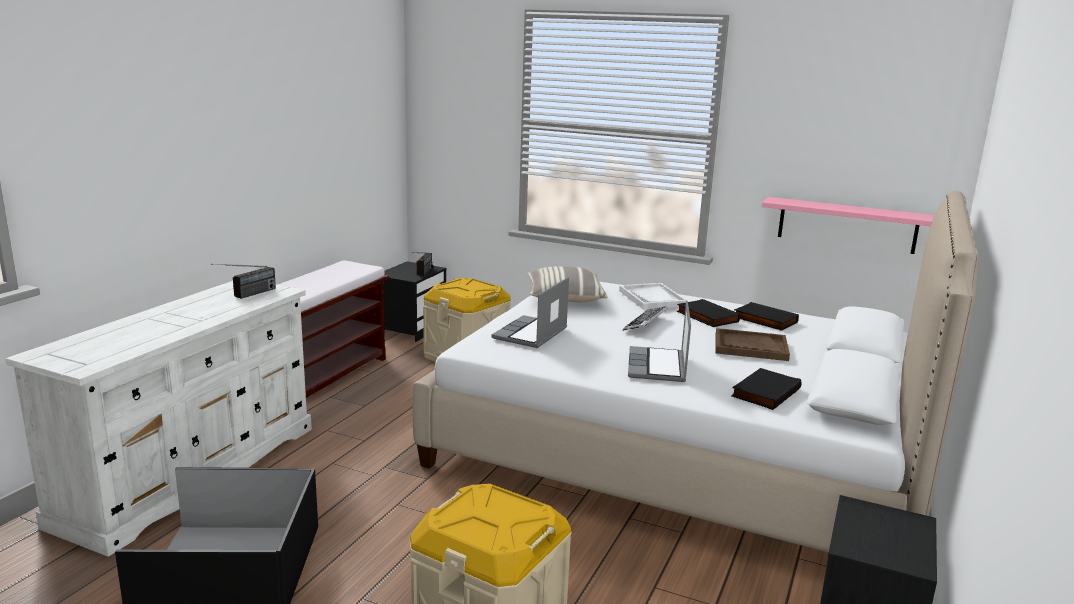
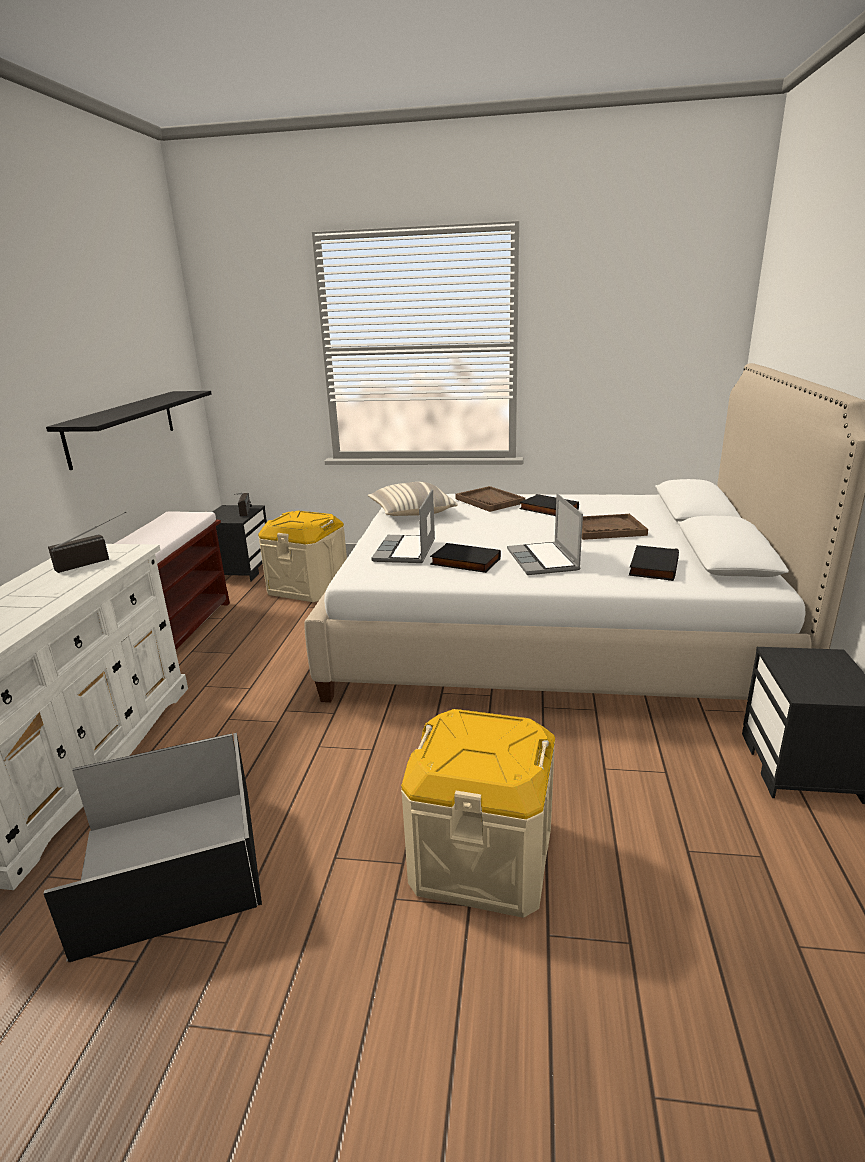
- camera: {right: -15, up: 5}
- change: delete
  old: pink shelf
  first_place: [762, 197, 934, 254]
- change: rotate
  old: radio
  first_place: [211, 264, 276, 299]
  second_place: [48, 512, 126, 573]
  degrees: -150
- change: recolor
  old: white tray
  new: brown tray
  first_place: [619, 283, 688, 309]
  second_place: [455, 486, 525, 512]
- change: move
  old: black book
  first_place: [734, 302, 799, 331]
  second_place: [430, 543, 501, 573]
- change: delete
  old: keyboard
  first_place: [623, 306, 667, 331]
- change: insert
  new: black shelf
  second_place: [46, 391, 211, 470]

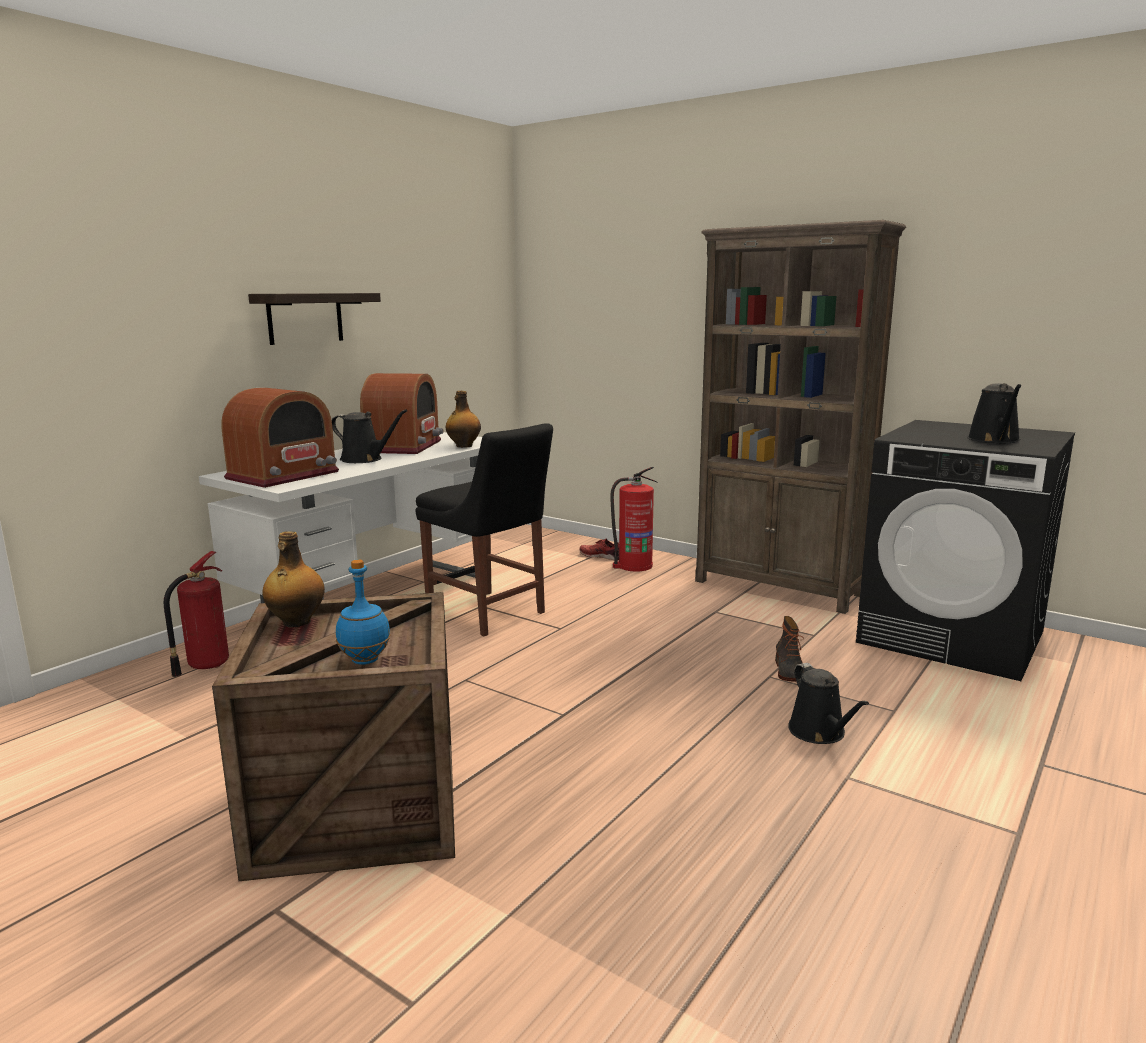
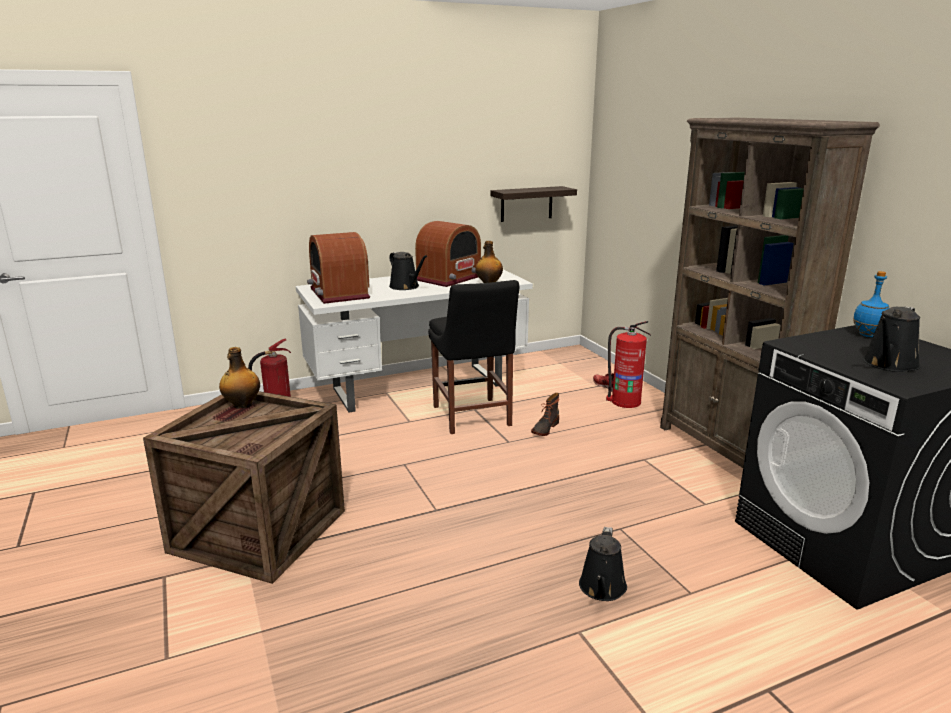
- camera: {right: 30, up: 5}
- change: move
  old: shelf
  first_place: [248, 293, 381, 345]
  second_place: [491, 186, 577, 222]
- change: rotate
  old: radio
  first_place: [221, 388, 339, 488]
  second_place: [307, 232, 370, 304]
  degrees: 90
- change: move
  old: blue bottle
  first_place: [336, 560, 391, 665]
  second_place: [853, 271, 889, 337]
- change: move
  old: boot
  first_place: [775, 616, 804, 682]
  second_place: [531, 393, 559, 436]

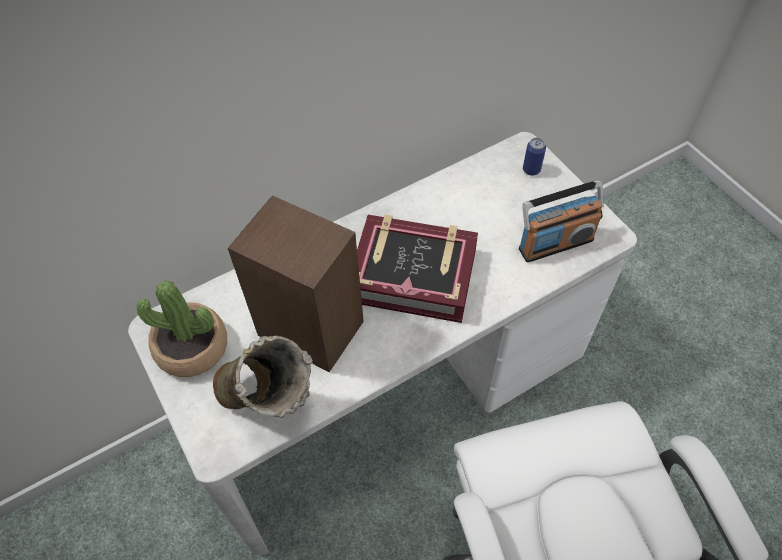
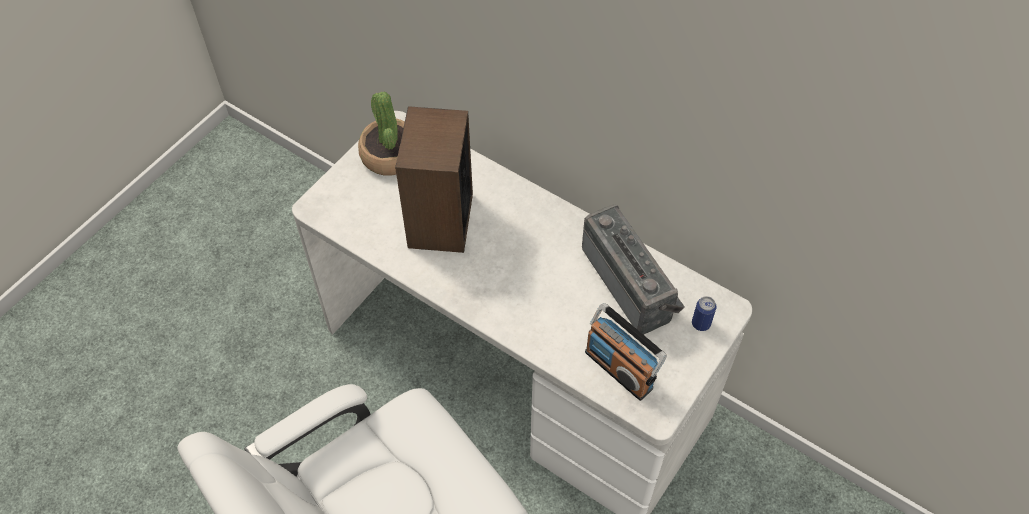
- camera: {right: 65, up: 0}
- change: delete
  old: book
  first_place: [357, 214, 478, 323]
- change: delete
  old: beige vase
  first_place: [213, 336, 313, 418]
- change: insert
  new: radio
  second_place: [582, 204, 685, 335]

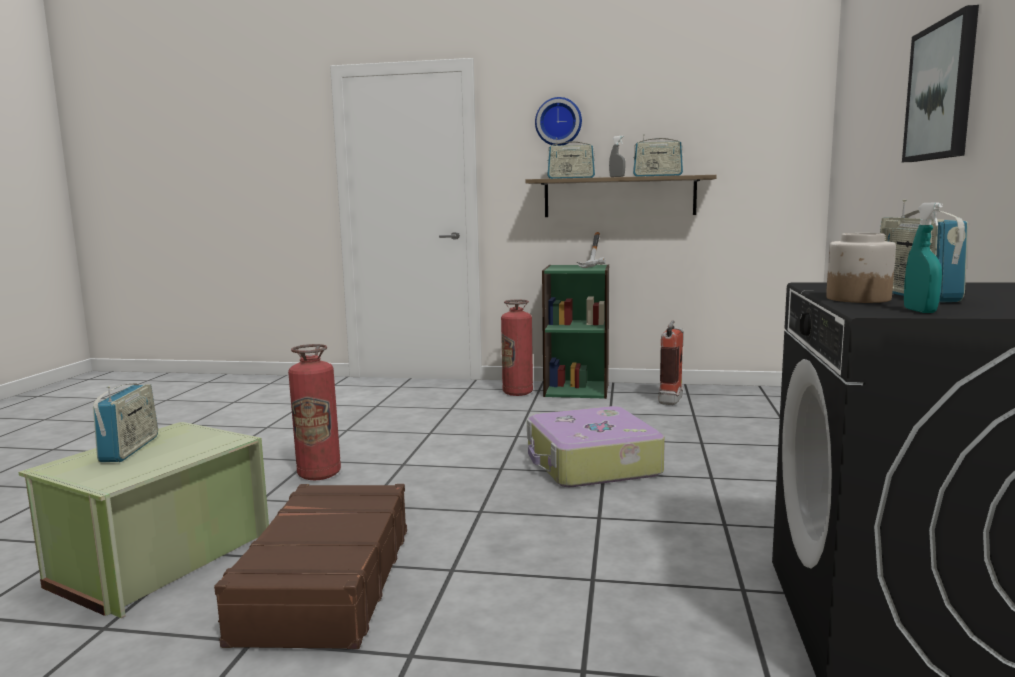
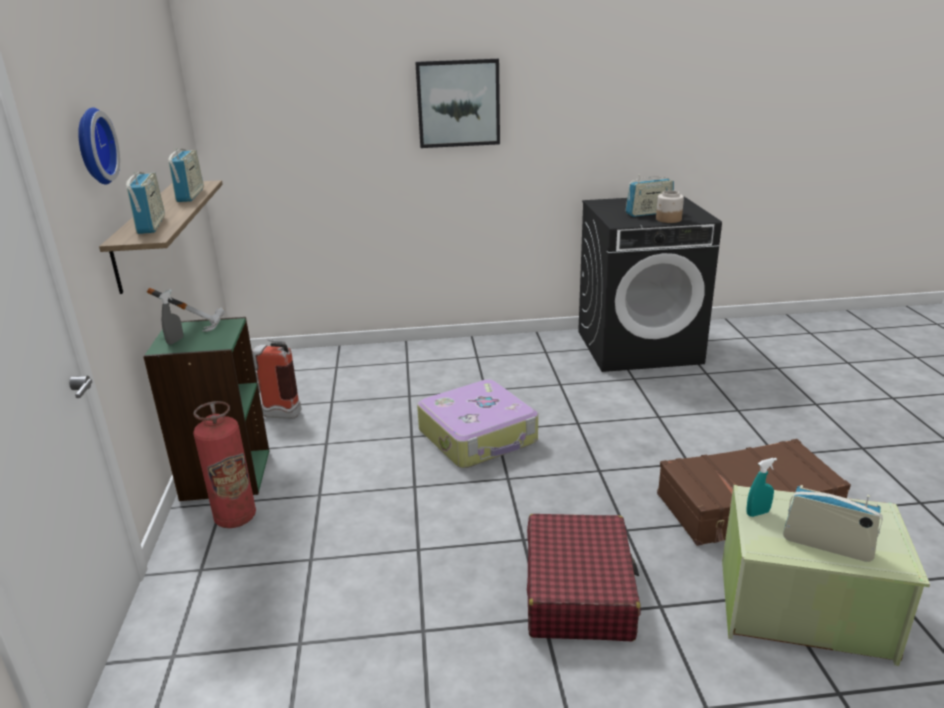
- camera: {right: -105, up: 15}
- change: move
  old: grey spray bottle
  first_place: [609, 136, 626, 177]
  second_place: [159, 289, 183, 345]
- change: move
  old: turquoise spray bottle
  first_place: [904, 202, 943, 313]
  second_place: [746, 458, 777, 517]
- change: replace
  old: fire extinguisher
  new: red suitcase
  first_place: [288, 344, 341, 480]
  second_place: [527, 514, 641, 641]
- change: rotate
  old: radio
  first_place: [93, 383, 158, 462]
  second_place: [783, 485, 883, 562]
  degrees: 45

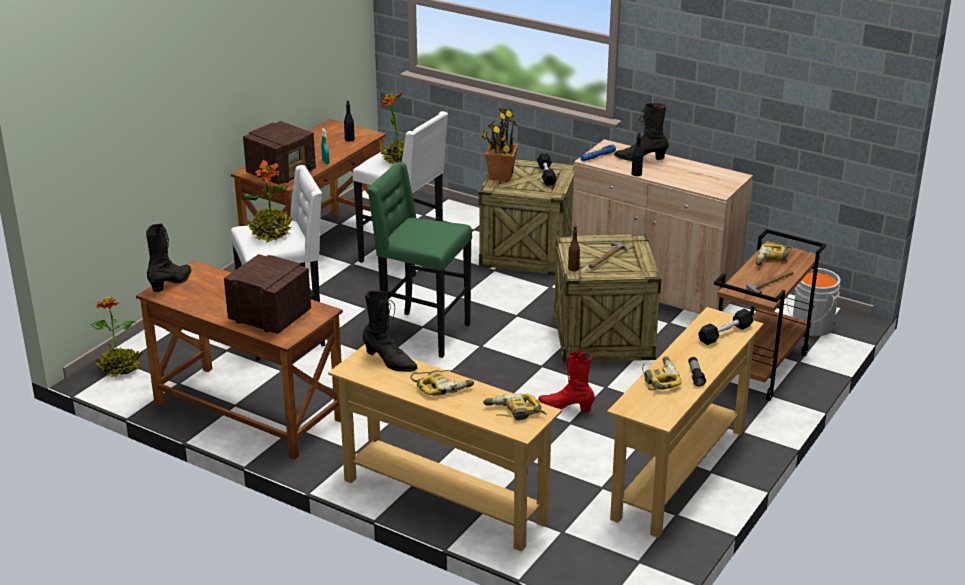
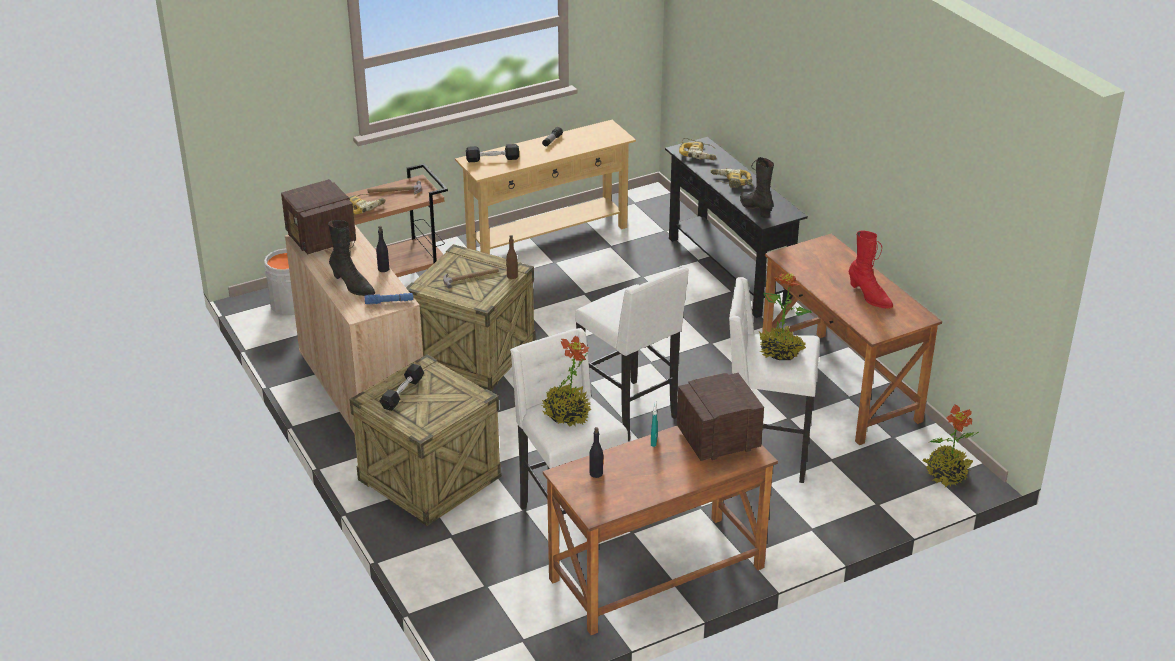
- camera: {right: -150, up: 5}
- change: delete
  old: potted plant
  first_place: [482, 108, 518, 181]
- change: recolor
  old: green stool
  new: white stool
  first_place: [368, 162, 472, 358]
  second_place: [575, 265, 689, 441]
- change: delete
  old: black boot
  first_place: [146, 223, 191, 292]
- change: move
  old: radio
  first_place: [224, 254, 311, 334]
  second_place: [281, 179, 356, 254]
- change: recolor
  old: beige console table
  new: black console table
  first_place: [328, 344, 562, 551]
  second_place: [665, 137, 808, 318]
- change: move
  old: red boot
  first_place: [538, 352, 595, 412]
  second_place: [849, 231, 893, 309]
- change: delete
  old: power drill
  first_place: [642, 356, 681, 390]

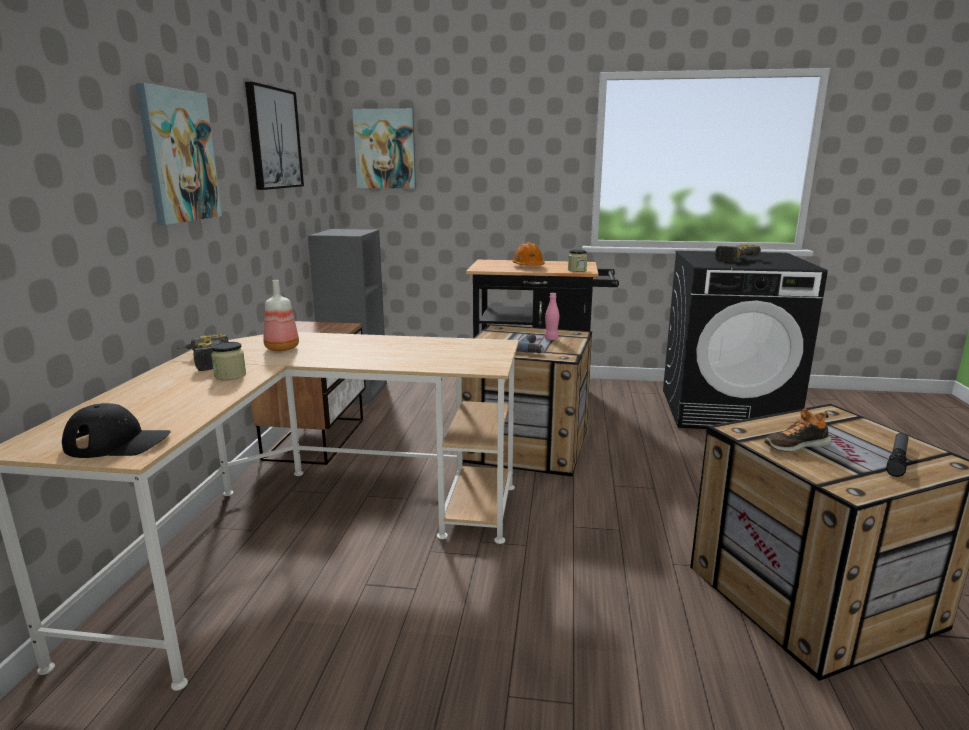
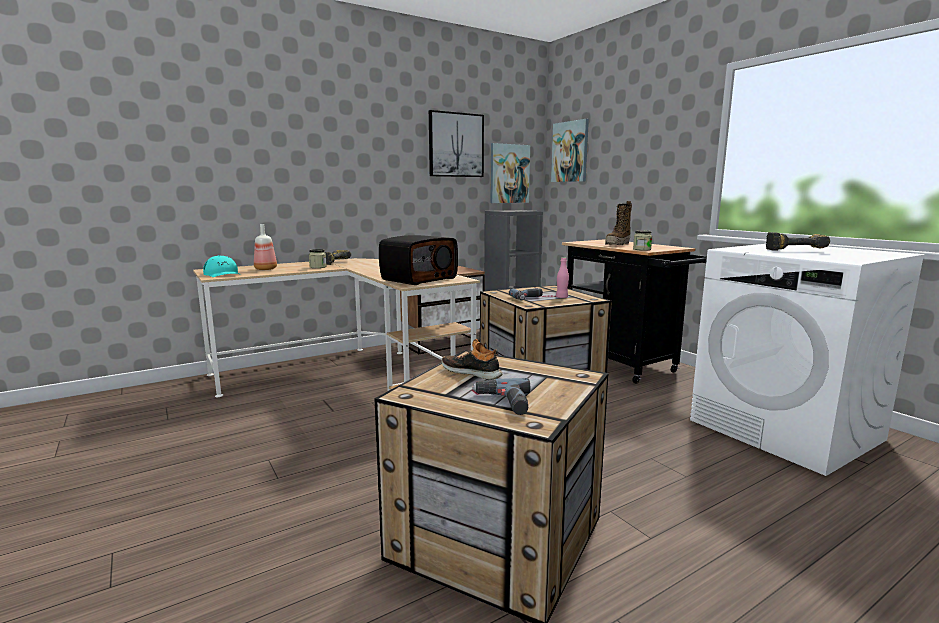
- camera: {right: 50, up: -5}
- change: move
  old: picture
  first_place: [136, 83, 222, 225]
  second_place: [490, 143, 530, 203]
- change: replace
  old: orange hard hat
  new: boot
  first_place: [512, 242, 545, 266]
  second_place: [605, 201, 632, 245]
- change: recolor
  old: black washing machine
  new: white washing machine
  first_place: [663, 251, 828, 429]
  second_place: [690, 244, 926, 476]
- change: move
  old: bottle
  first_place: [263, 280, 299, 351]
  second_place: [254, 224, 277, 270]
- change: recolor
  old: black cap
  new: turquoise cap
  first_place: [62, 403, 171, 458]
  second_place: [203, 255, 241, 277]
- change: replace
  old: flashlight
  new: power drill
  first_place: [886, 433, 909, 477]
  second_place: [472, 378, 530, 415]
- change: insert
  new: radio
  second_place: [379, 235, 458, 285]

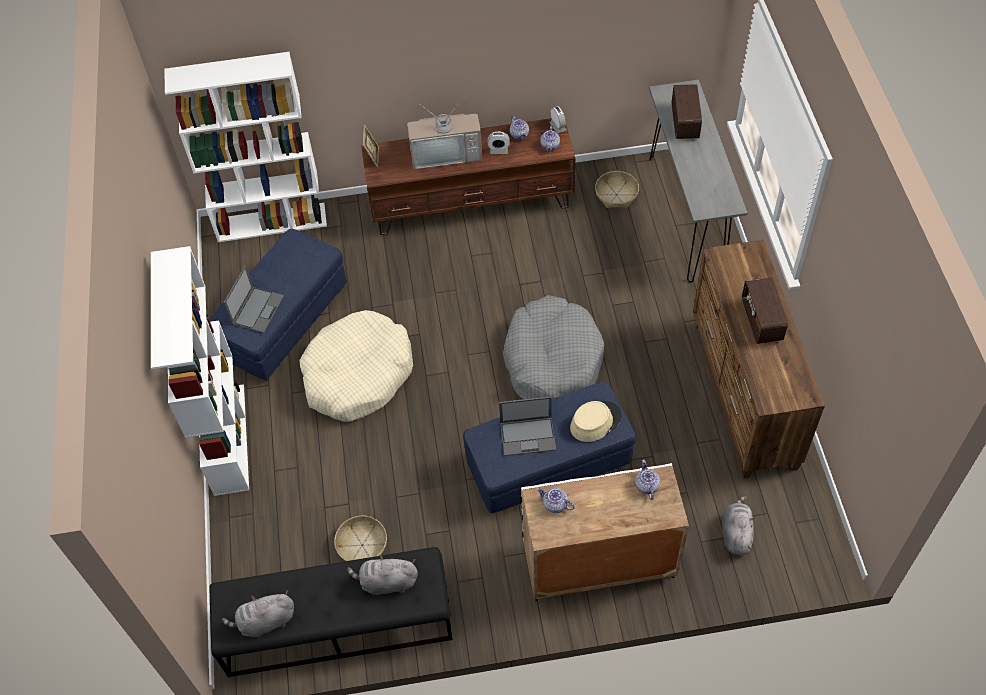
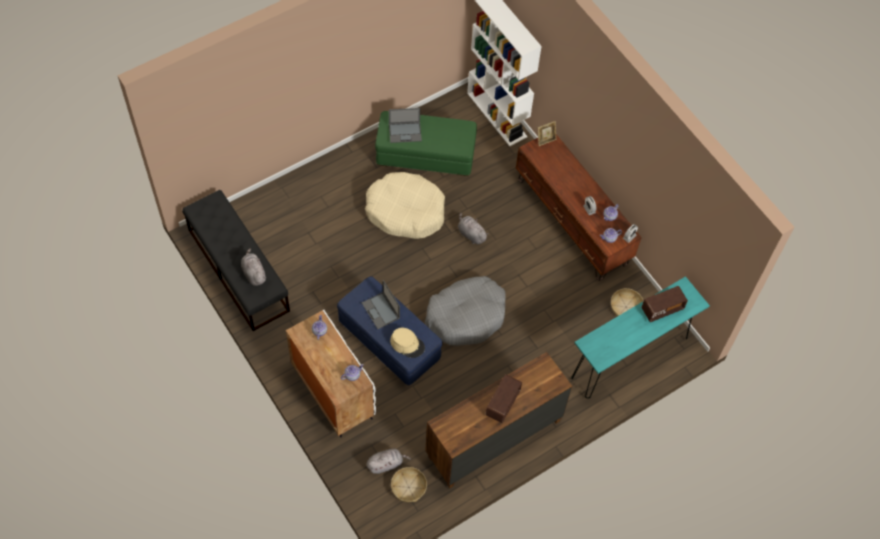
- camera: {right: 60, up: 5}
- change: recolor
  old: grey console table
  new: turquoise console table
  first_place: [649, 80, 747, 283]
  second_place: [571, 276, 710, 399]
- change: delete
  old: television
  first_place: [407, 99, 483, 169]
- change: recolor
  old: blue ottoman
  new: green ottoman
  first_place: [209, 229, 347, 381]
  second_place: [375, 111, 477, 176]
- change: delete
  old: white bookcase
  first_place: [151, 246, 249, 496]
- change: rotate
  old: radio
  first_place: [742, 277, 788, 344]
  second_place: [485, 374, 522, 423]
  degrees: 150
- change: move
  old: basket
  first_place: [334, 516, 387, 561]
  second_place: [391, 467, 427, 502]
- change: move
  old: grey plush toy
  first_place: [222, 591, 294, 637]
  second_place: [458, 213, 489, 244]

